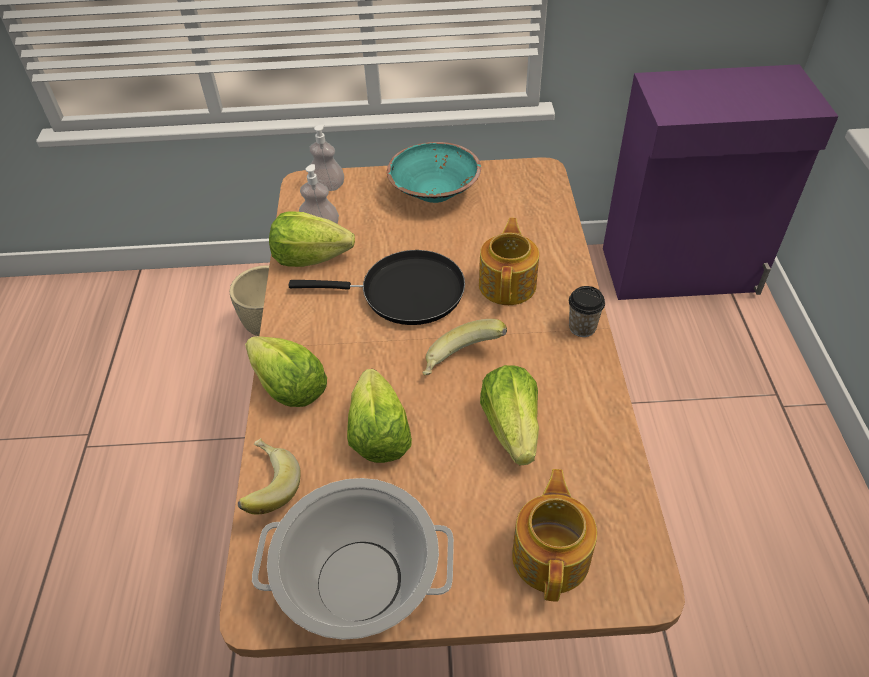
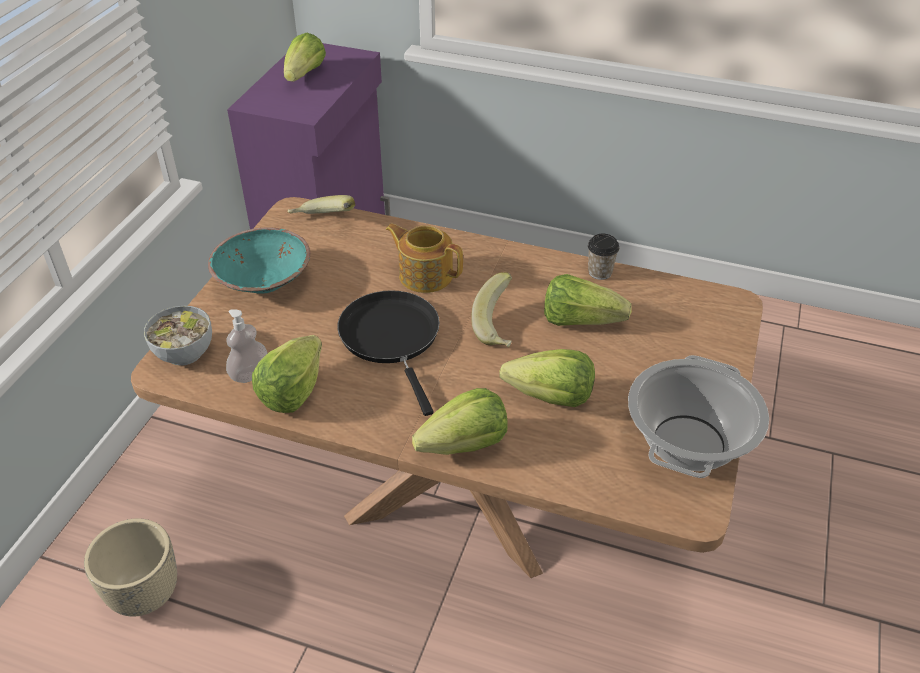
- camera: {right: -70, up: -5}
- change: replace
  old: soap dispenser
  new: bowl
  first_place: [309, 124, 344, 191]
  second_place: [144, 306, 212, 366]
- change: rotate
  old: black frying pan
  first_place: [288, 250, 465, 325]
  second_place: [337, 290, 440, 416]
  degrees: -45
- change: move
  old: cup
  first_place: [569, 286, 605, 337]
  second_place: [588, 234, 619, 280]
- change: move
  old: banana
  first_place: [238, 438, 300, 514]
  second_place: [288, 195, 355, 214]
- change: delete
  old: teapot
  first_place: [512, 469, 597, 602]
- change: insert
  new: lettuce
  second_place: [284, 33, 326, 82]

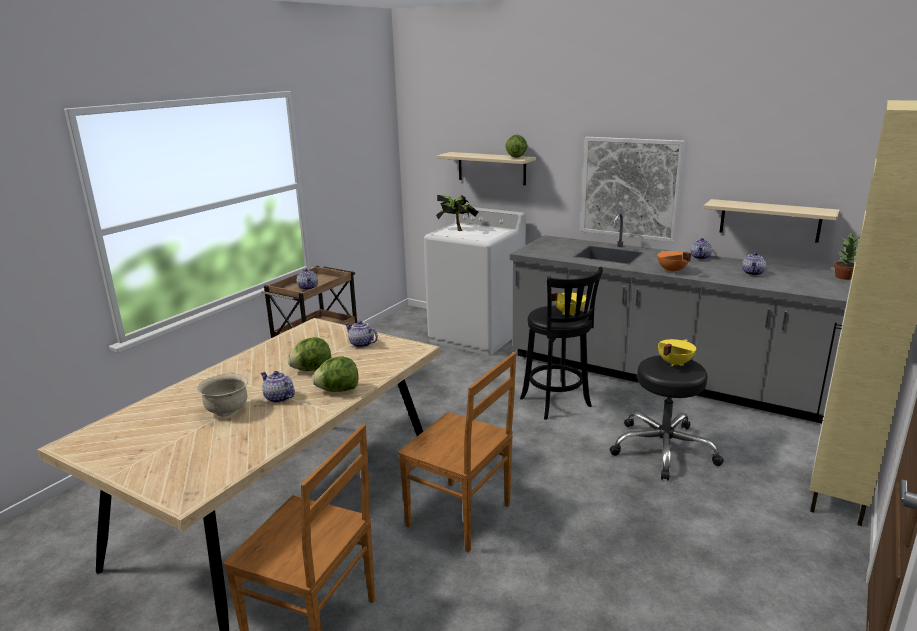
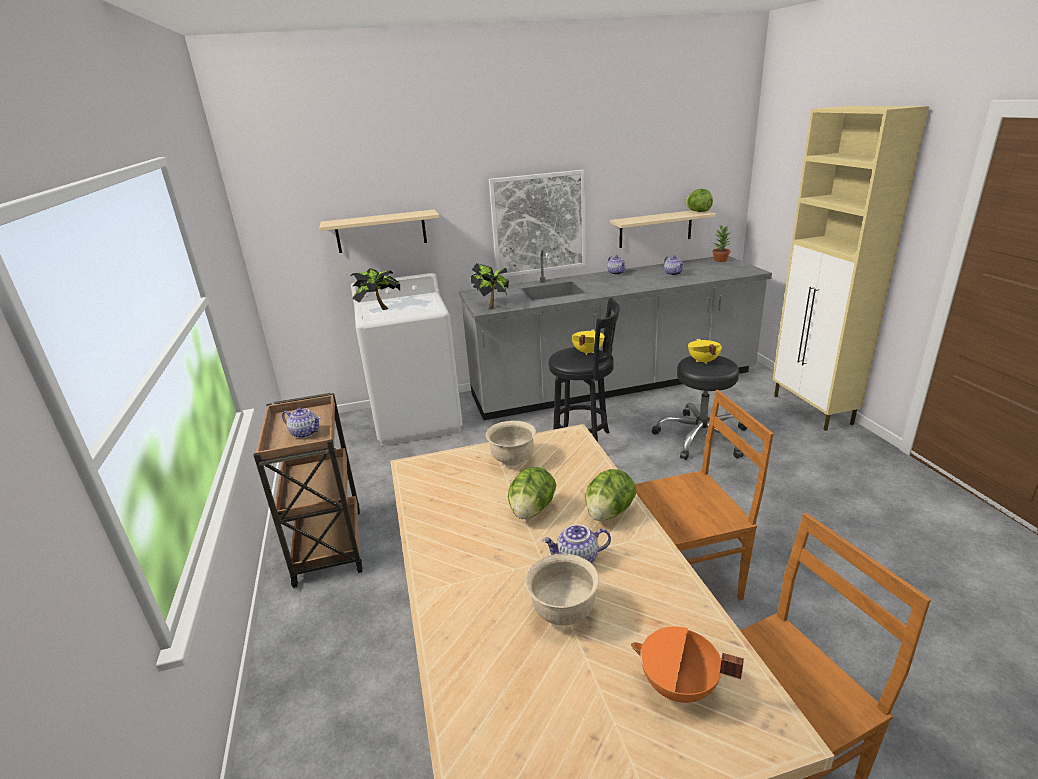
- camera: {right: -45, up: 5}
- change: move
  old: lettuce
  first_place: [505, 134, 527, 158]
  second_place: [685, 189, 713, 212]
- change: move
  old: orange cooking pot
  first_place: [657, 250, 691, 273]
  second_place: [631, 626, 744, 703]
- change: replace
  old: teapot
  new: beige bowl
  first_place: [344, 321, 378, 348]
  second_place: [486, 421, 536, 466]
- change: insert
  new: potted plant
  second_place: [471, 263, 509, 310]

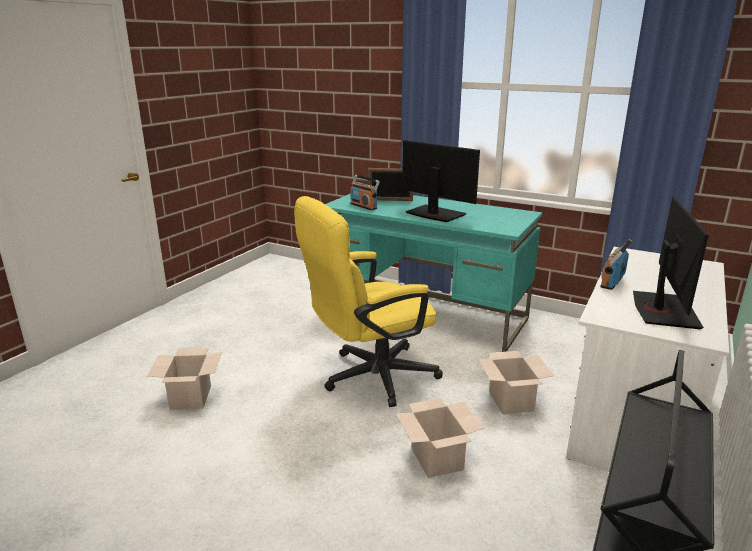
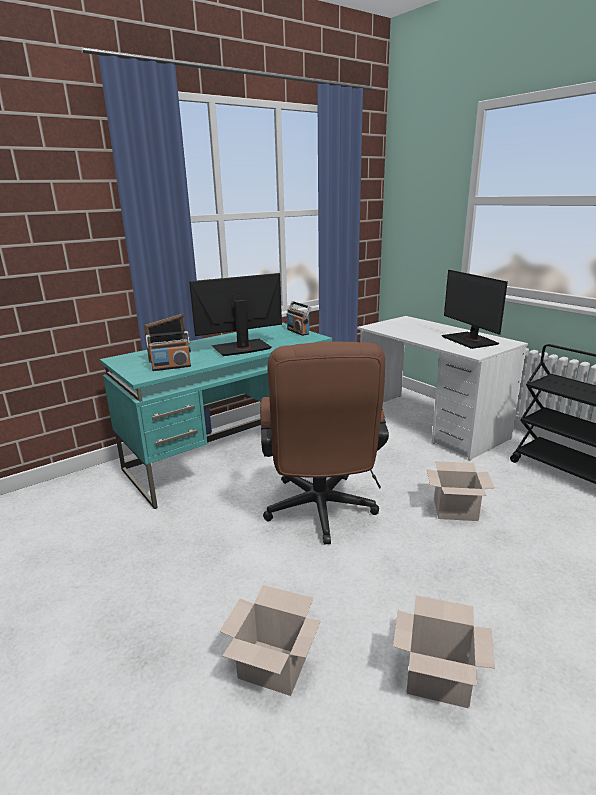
- camera: {right: -65, up: 0}
- change: recolor
  old: yellow office chair
  new: brown office chair
  first_place: [294, 196, 443, 407]
  second_place: [260, 342, 389, 544]
- change: rotate
  old: monitor
  first_place: [633, 196, 709, 330]
  second_place: [442, 270, 508, 349]
  degrees: -150
- change: move
  old: radio
  first_place: [601, 239, 632, 290]
  second_place: [287, 301, 311, 336]
- change: move
  old: cardboard box
  first_place: [477, 351, 554, 414]
  second_place: [393, 595, 495, 708]

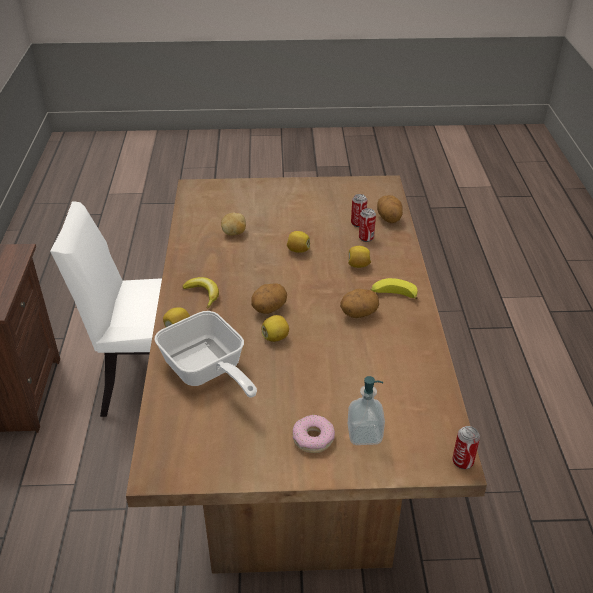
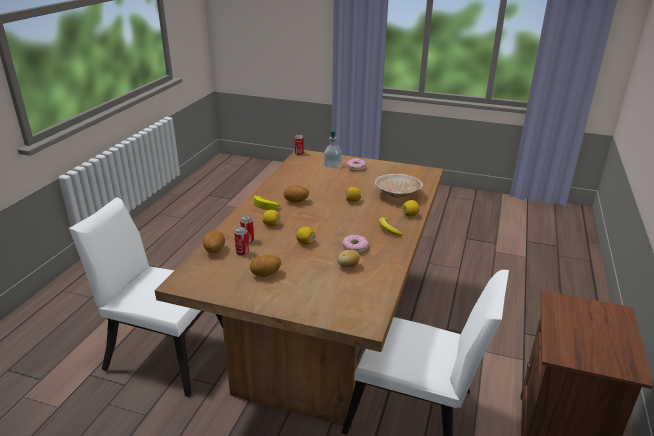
- camera: {right: -160, up: -10}
- change: move
  old: potato
  first_place: [251, 283, 287, 314]
  second_place: [250, 255, 281, 277]
- change: replace
  old: frying pan
  new: beige bowl
  first_place: [154, 311, 257, 398]
  second_place: [374, 174, 423, 198]
- change: insert
  new: white chair
  second_place: [69, 198, 223, 397]
- change: insert
  new: donut
  second_place: [342, 235, 368, 253]

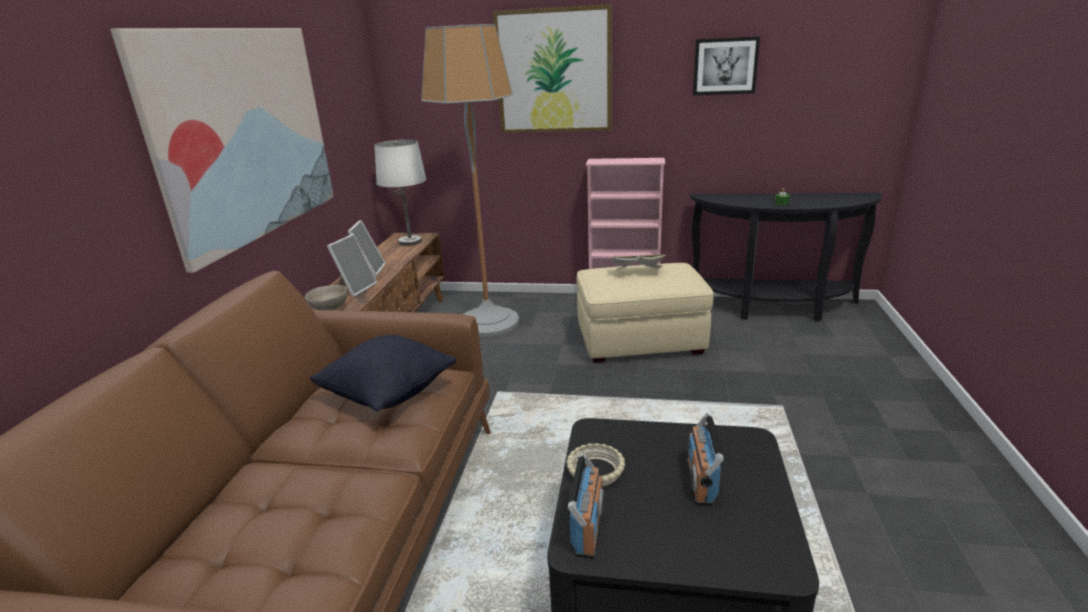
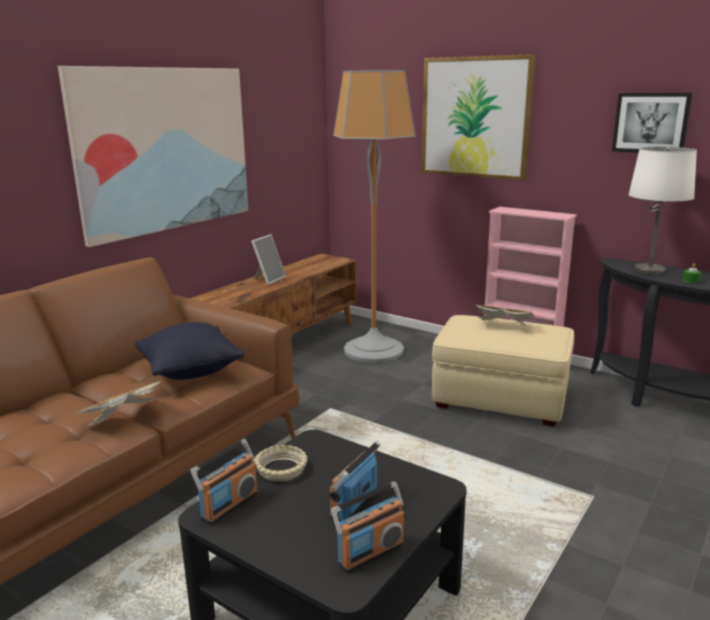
- camera: {right: 25, up: -5}
- change: move
  old: white table lamp
  first_place: [374, 140, 427, 246]
  second_place: [628, 147, 697, 275]
- change: delete
  old: picture frame
  first_place: [327, 234, 378, 297]
- change: delete
  old: beige bowl
  first_place: [305, 285, 348, 310]
- change: insert
  new: book
  second_place: [75, 380, 162, 425]
- change: insert
  new: radio
  second_place: [331, 482, 405, 573]

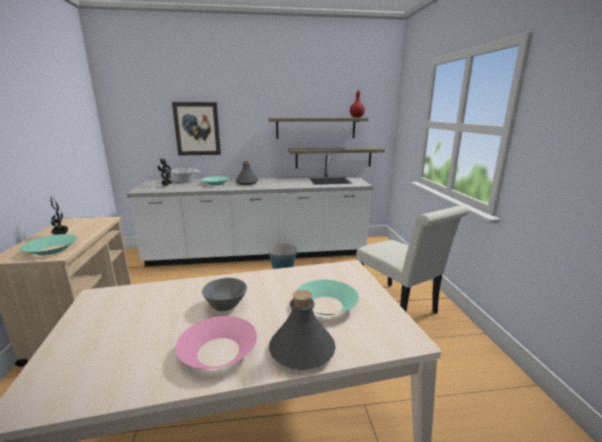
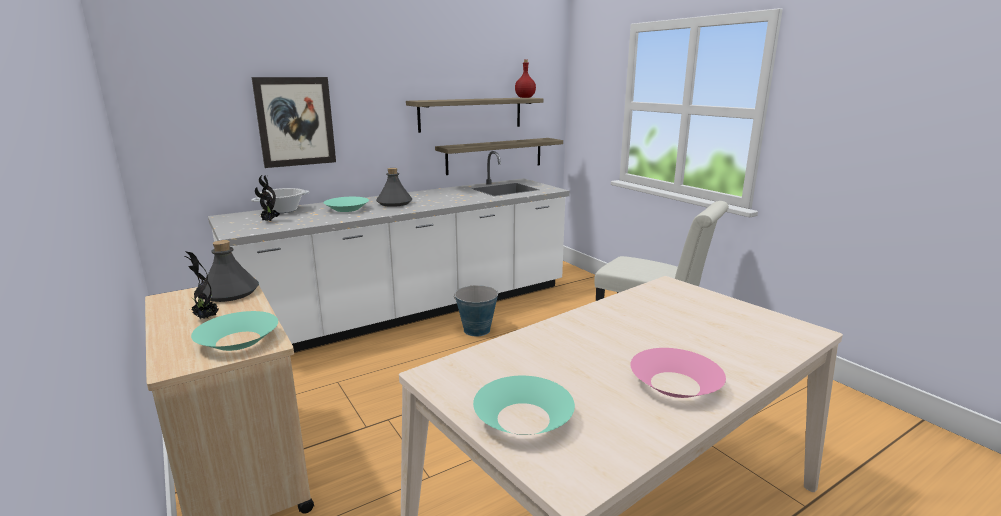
- camera: {right: -25, up: 0}
- change: delete
  old: grey bowl
  first_place: [202, 278, 247, 311]
- change: move
  old: turquoise bowl
  first_place: [296, 280, 359, 315]
  second_place: [473, 376, 575, 435]
- change: move
  old: grey bottle
  first_place: [269, 290, 336, 370]
  second_place: [202, 240, 259, 302]

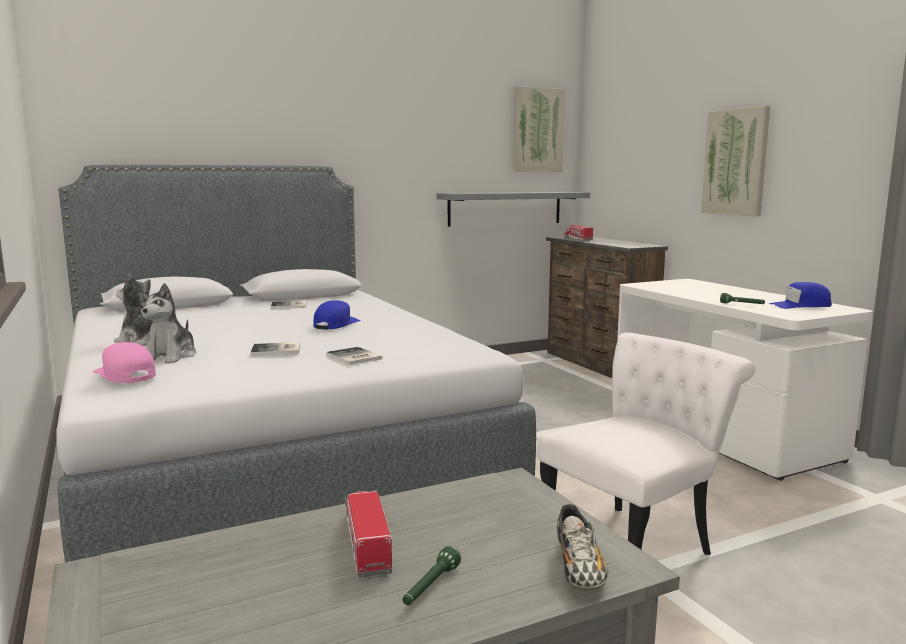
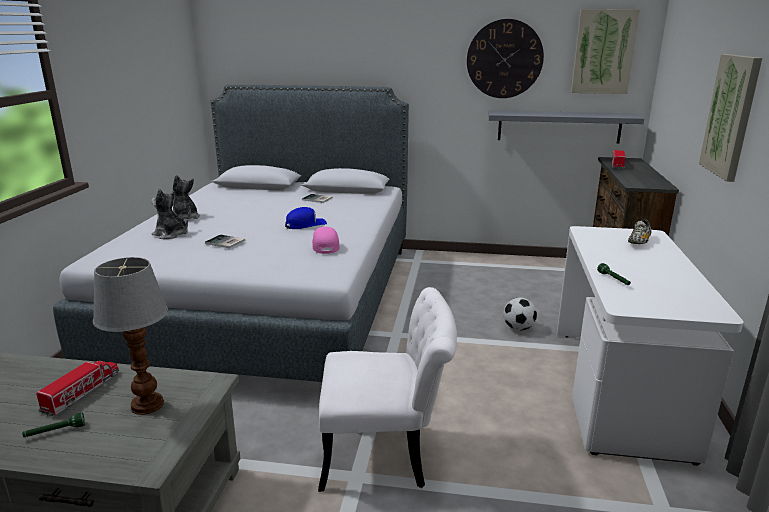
- camera: {right: 35, up: 10}
- change: delete
  old: blue cap
  first_place: [769, 282, 832, 309]
- change: rotate
  old: plush toy
  first_place: [138, 283, 196, 363]
  second_place: [151, 189, 188, 239]
  degrees: 75
- change: move
  old: pink cap
  first_place: [93, 342, 156, 383]
  second_place: [312, 227, 340, 254]
- change: delete
  old: book
  first_place: [326, 347, 383, 365]
- change: move
  old: shoe
  first_place: [557, 504, 608, 591]
  second_place: [628, 219, 652, 244]
- change: insert
  new: wall clock
  second_place: [467, 19, 544, 98]
- change: insert
  new: table lamp
  second_place: [93, 257, 168, 415]
- change: insert
  new: football
  second_place: [503, 298, 537, 331]

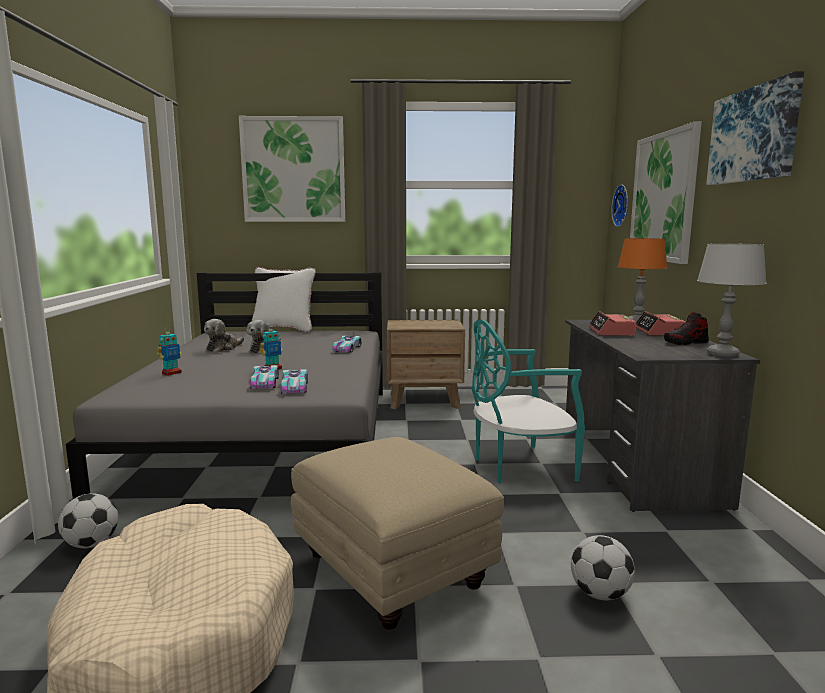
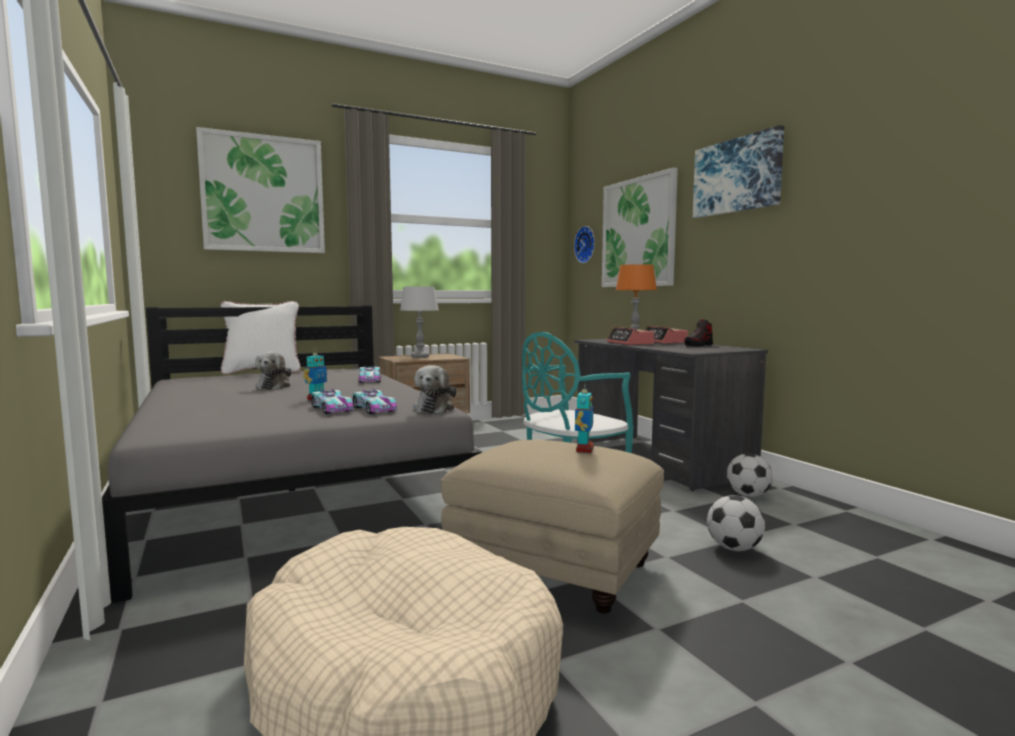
- camera: {right: -25, up: -5}
- change: move
  old: grey table lamp
  first_place: [697, 243, 767, 357]
  second_place: [400, 287, 439, 358]
- change: move
  old: plush toy
  first_place: [204, 319, 244, 352]
  second_place: [413, 365, 457, 413]
- change: move
  old: toy robot
  first_place: [157, 327, 182, 376]
  second_place: [575, 383, 594, 453]
- change: move
  old: football
  first_place: [58, 493, 118, 548]
  second_place: [727, 454, 773, 497]

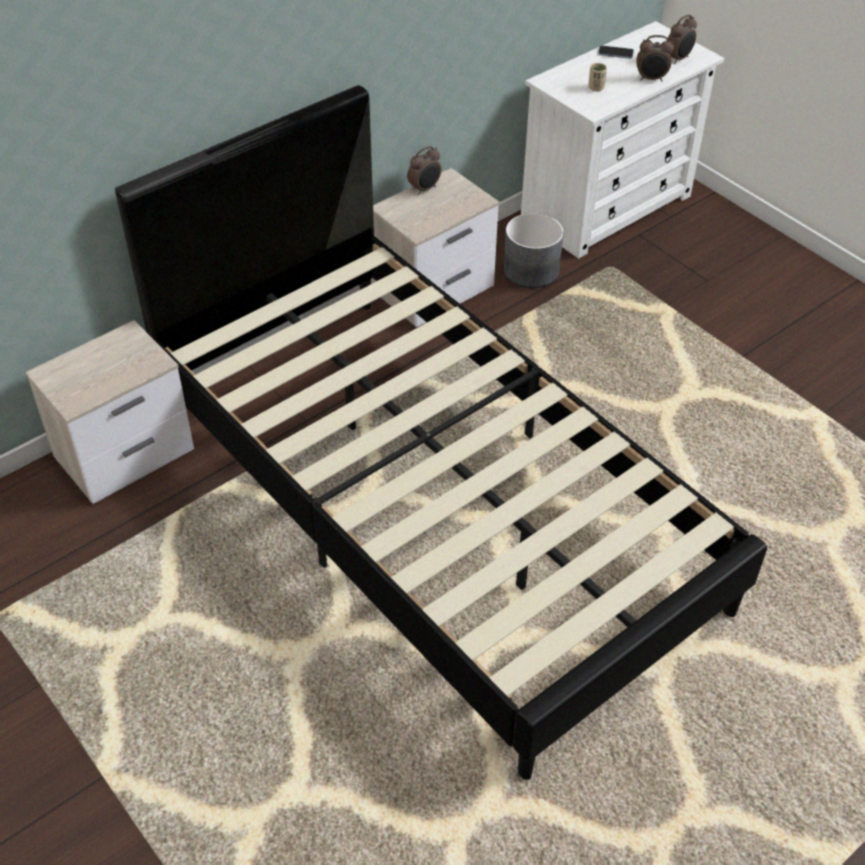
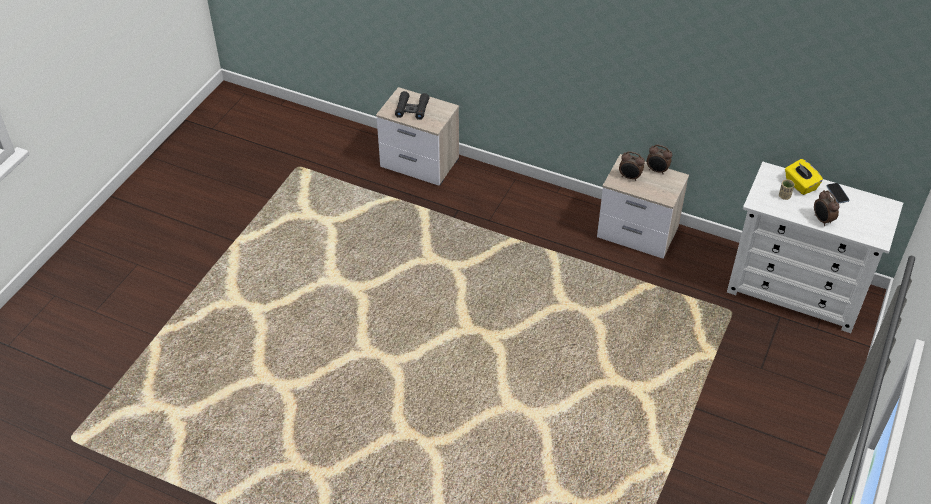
- camera: {right: 65, up: 0}
- change: move
  old: alarm clock
  first_place: [667, 14, 697, 64]
  second_place: [619, 151, 645, 181]
- change: delete
  old: black bed
  first_place: [115, 85, 767, 780]
- change: delete
  old: grey planter
  first_place: [504, 213, 564, 289]
- change: insert
  new: black binoculars
  second_place: [395, 91, 430, 120]
- change: insert
  new: yellow tissue box
  second_place: [785, 159, 823, 195]

